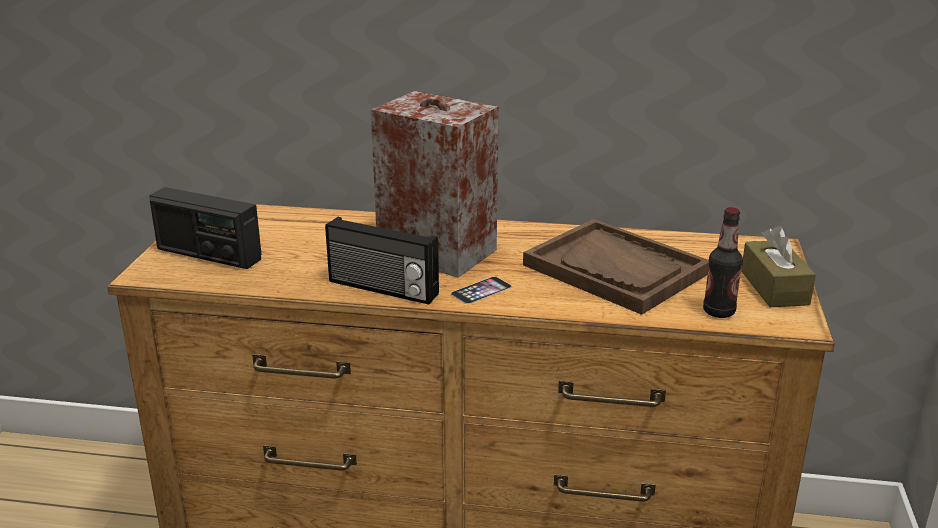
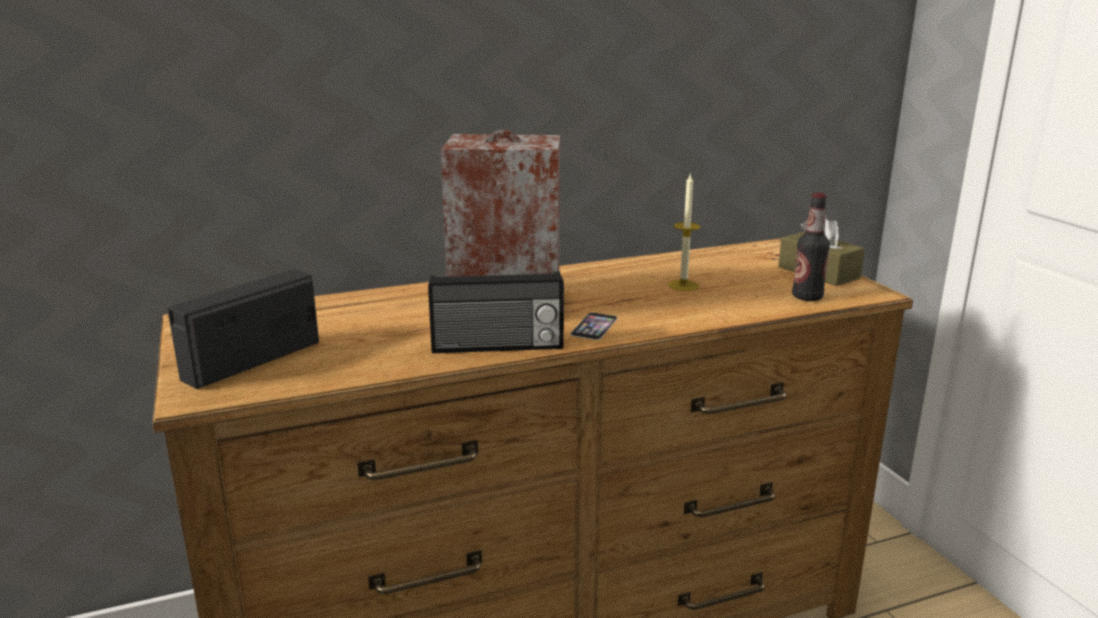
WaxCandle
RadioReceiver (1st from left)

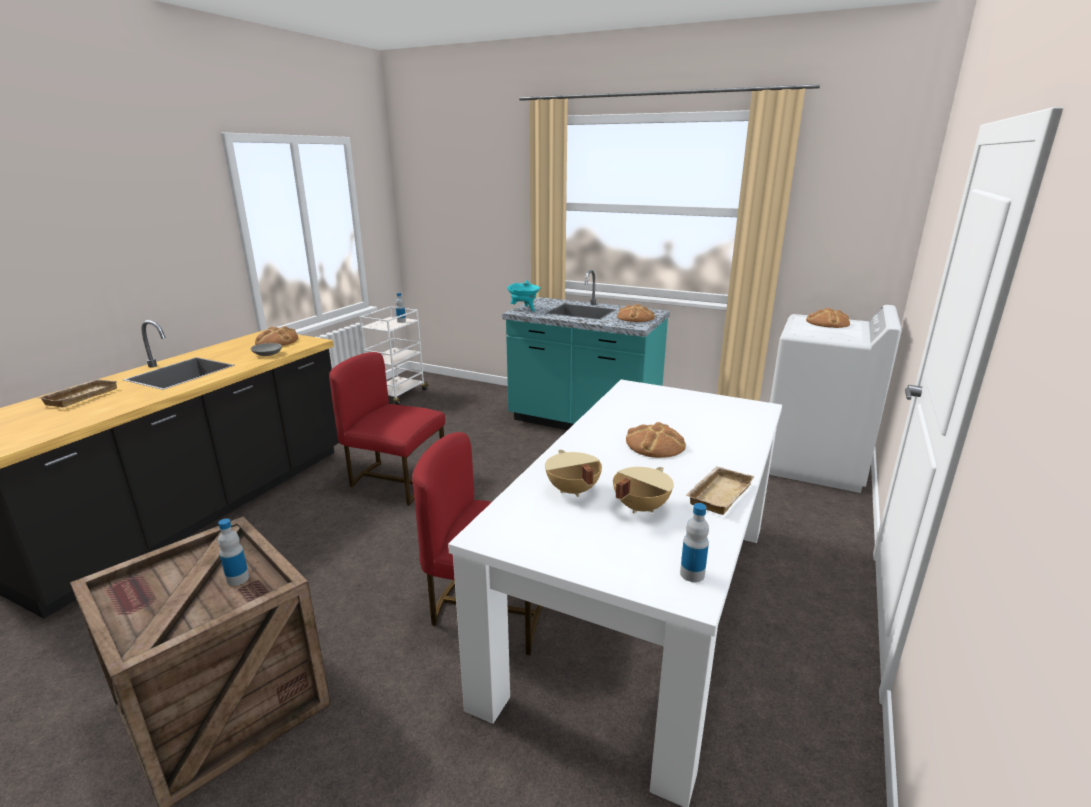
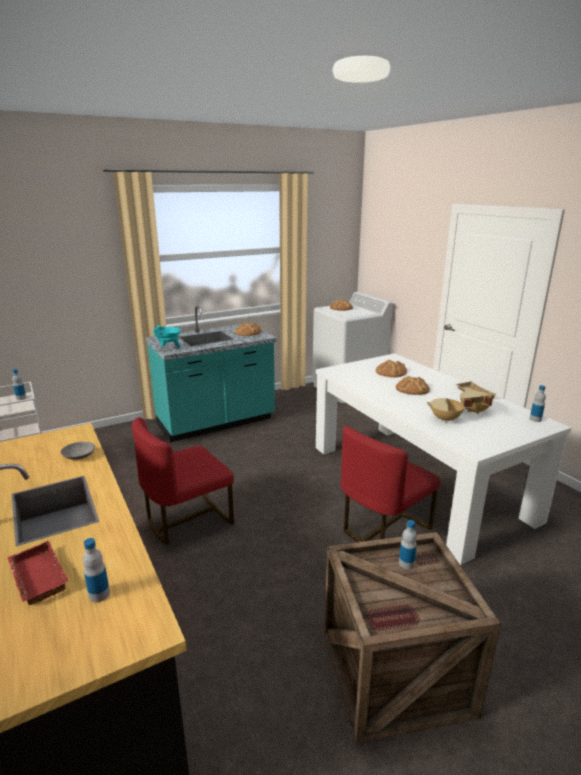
BeverageBottle (2nd from left)
Bread (3rd from left)
ReddishServingTray

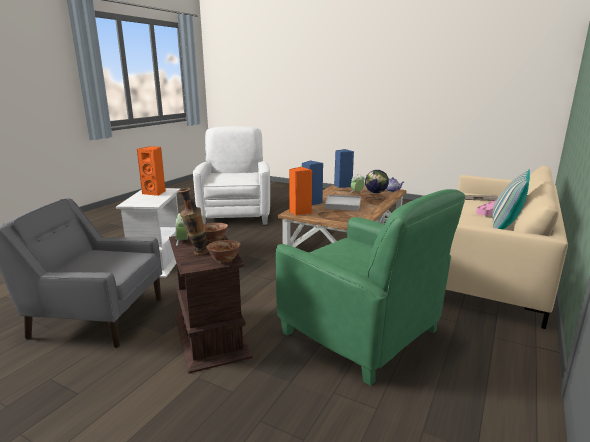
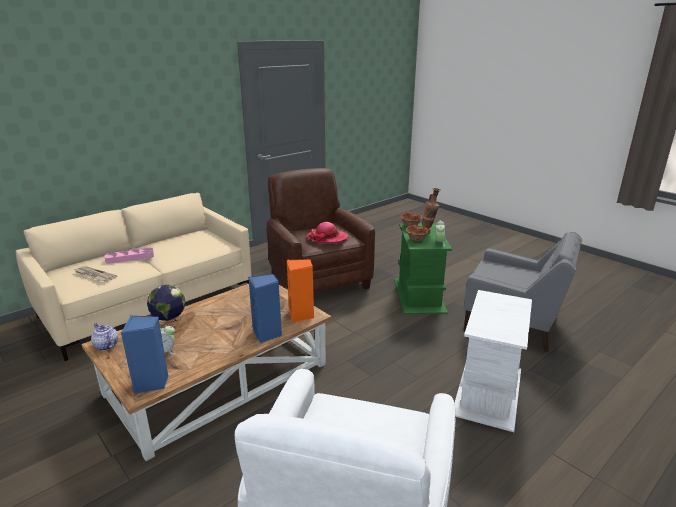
OrangeColouredLoudspeaker (1st from left in the first image)
WhiteServingTray
ThrowPillow
Hat
GreenSideTable
BrownishEasyChair

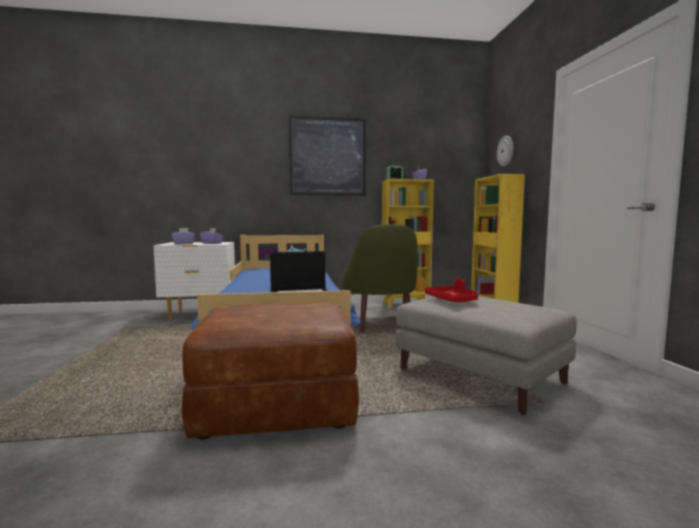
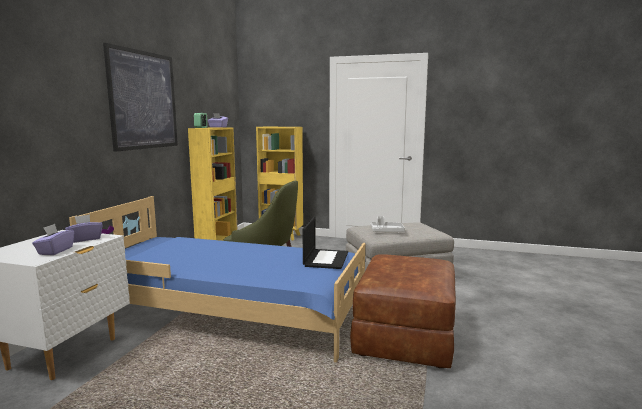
ClockOnTheWall
GreyishServingTray

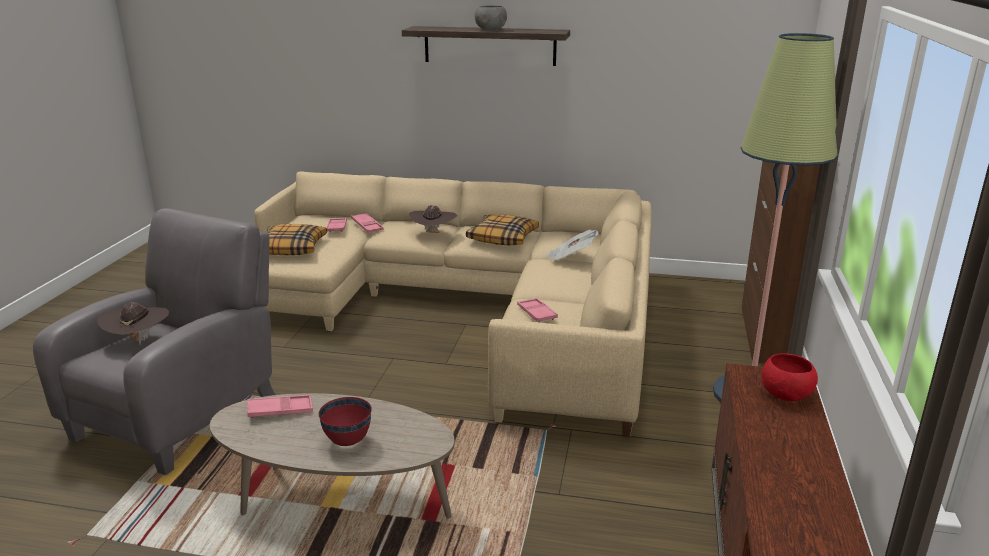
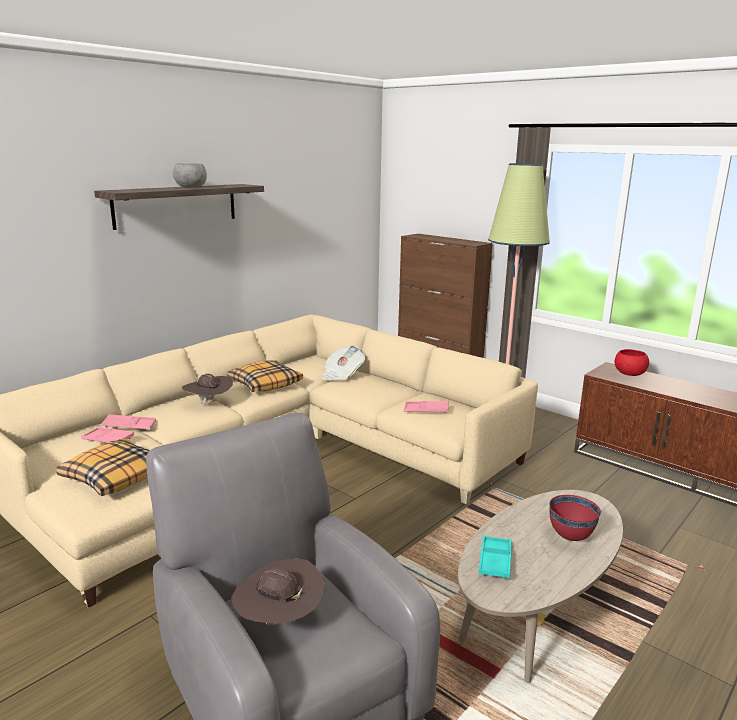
BlueGreenServingTray

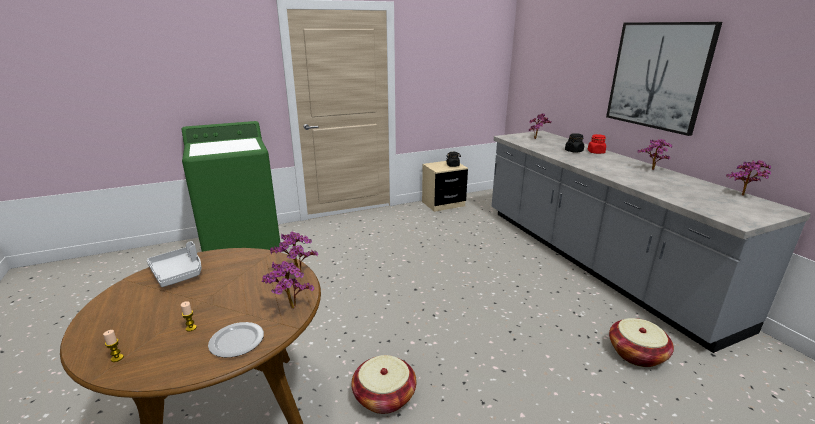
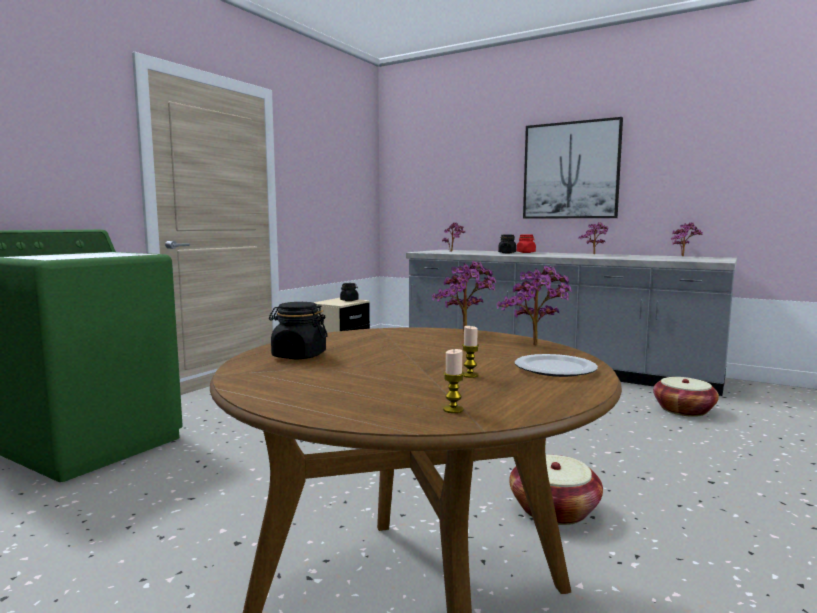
BlackishJar (1st from left)

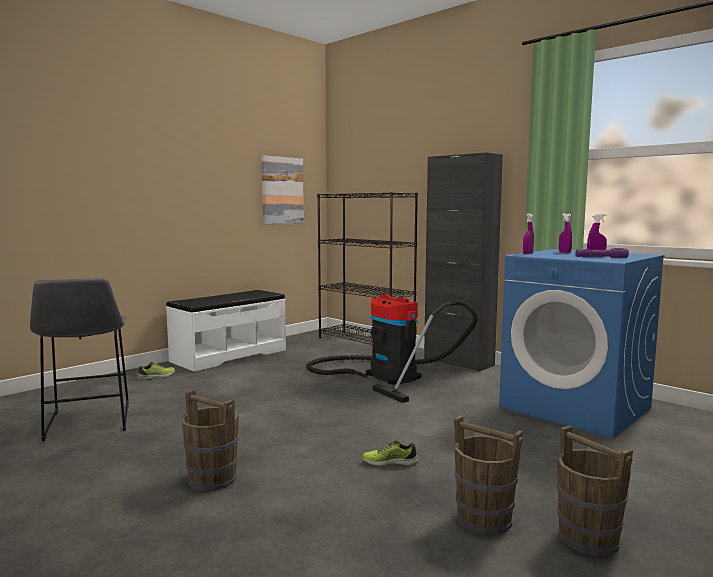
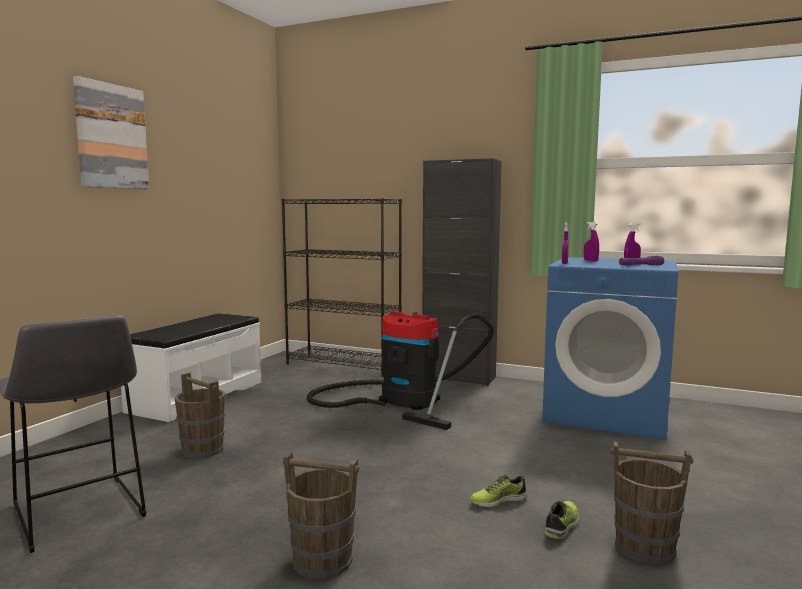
LowShoe (2nd from left)
WallArt
BrownishBucket (1st from left)

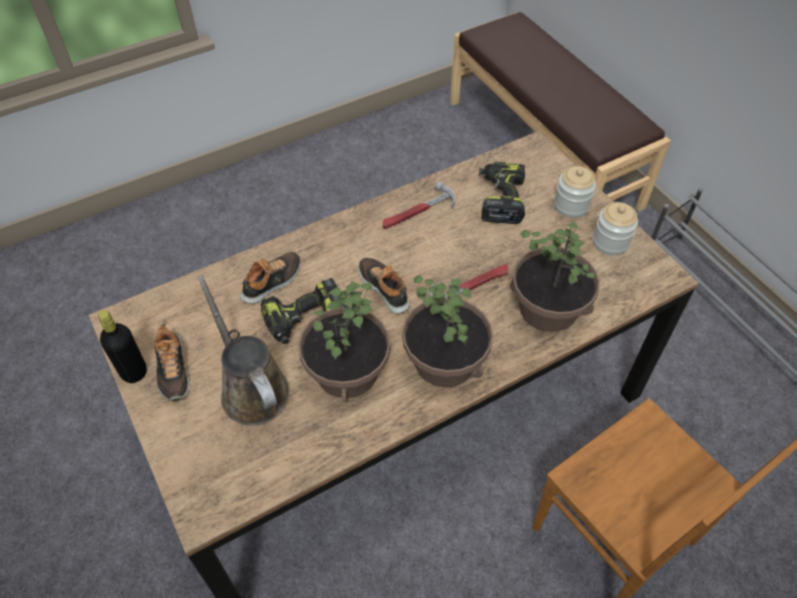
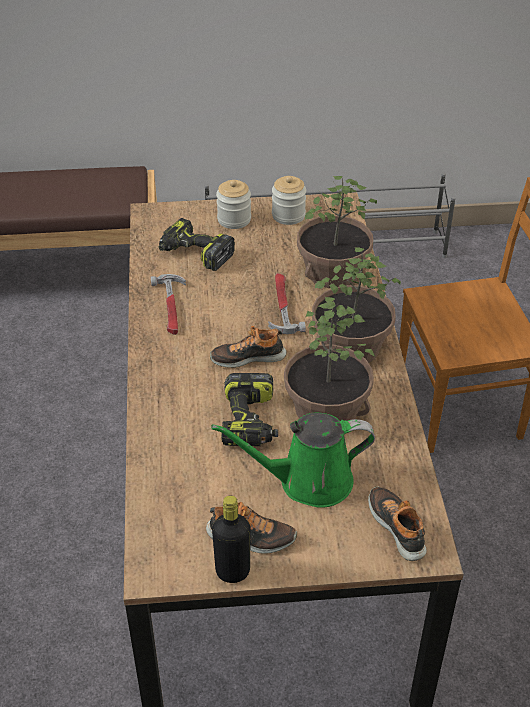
LowShoe (3rd from left)
GreenSprinklingCan

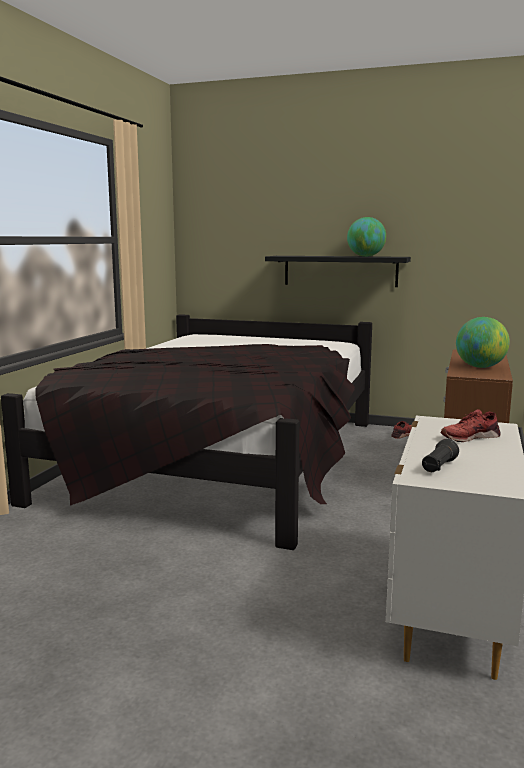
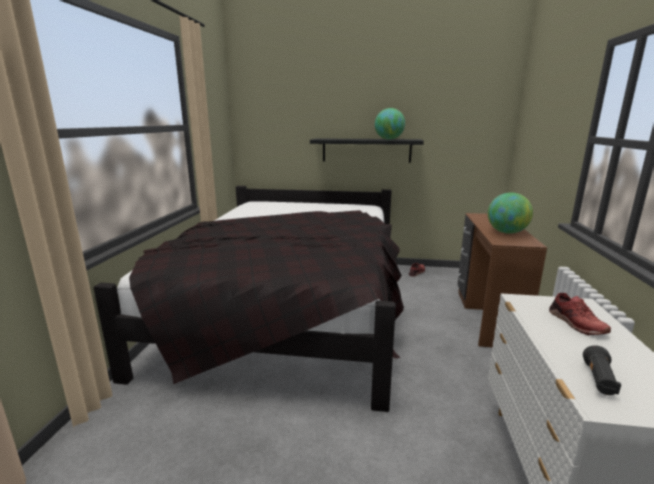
ReddishLowShoe (2nd from left)

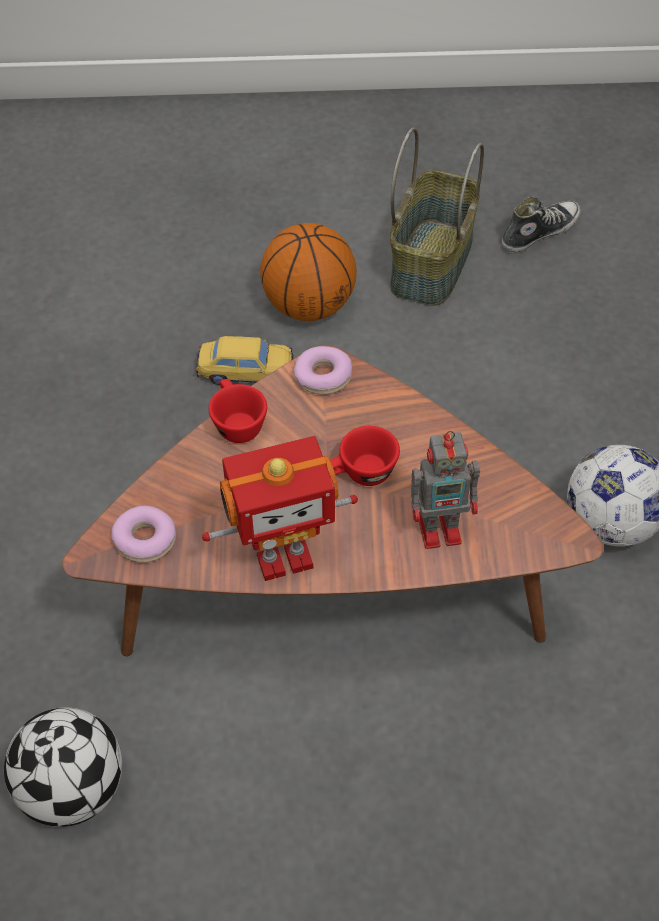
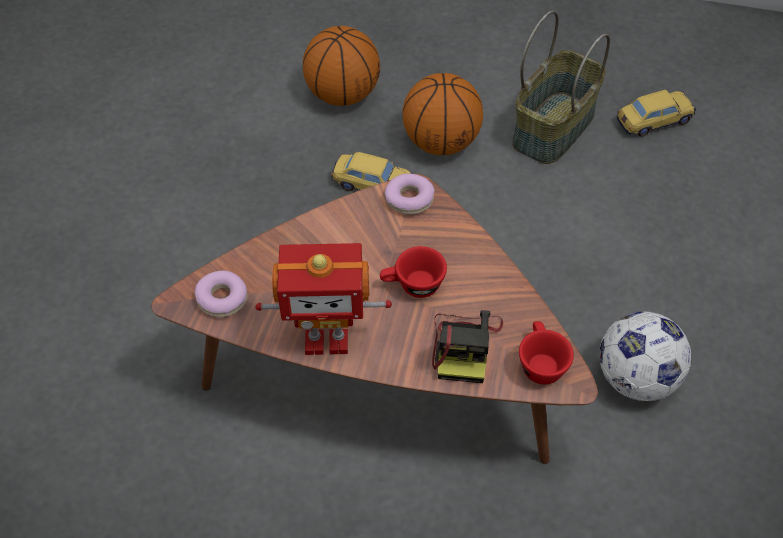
FootballBall (1st from left in the first image)
BasketballBall (1st from left)
ReddishCup (2nd from left)
StillCamera
ModelCar (2nd from left)

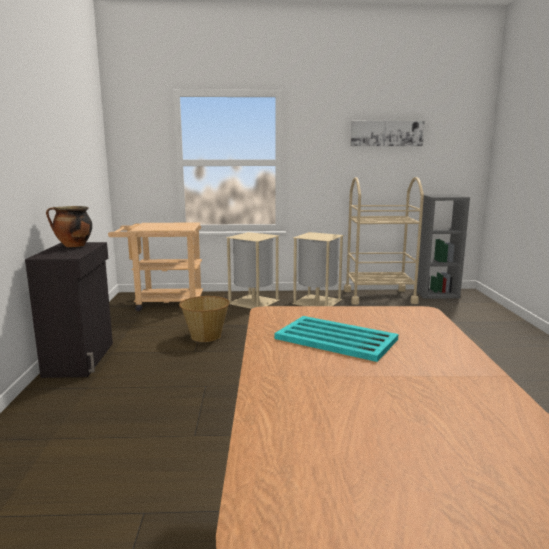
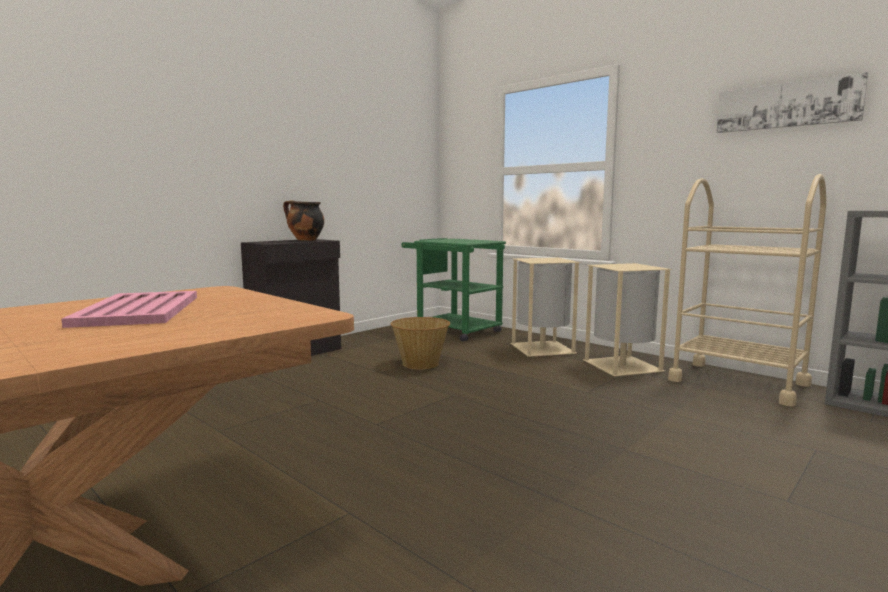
GreenCart
PinkColouredServingTray

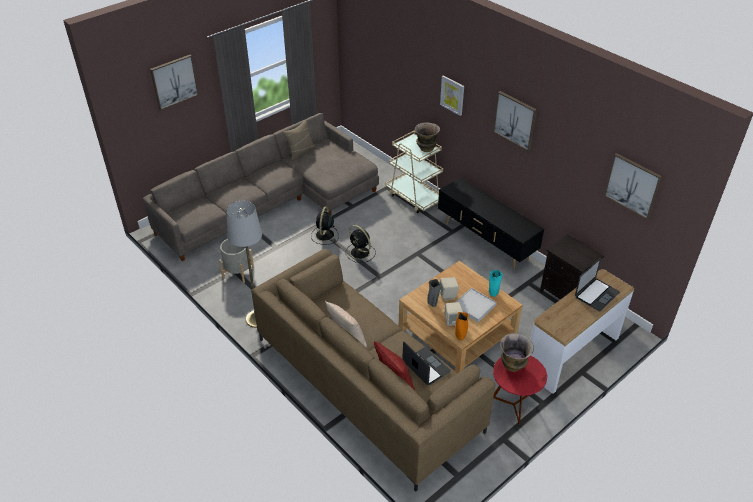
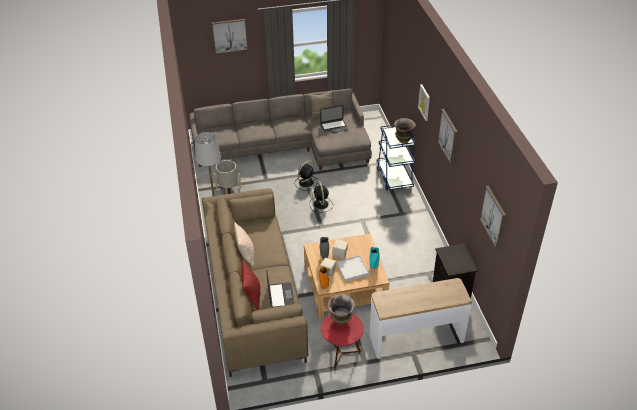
BlackishMediaConsole
NotebookComputer (2nd from left)
BluishCart

